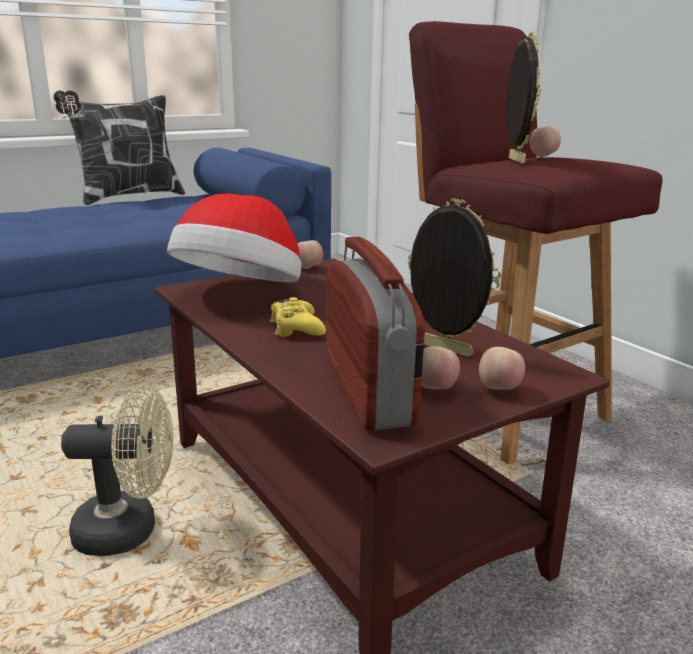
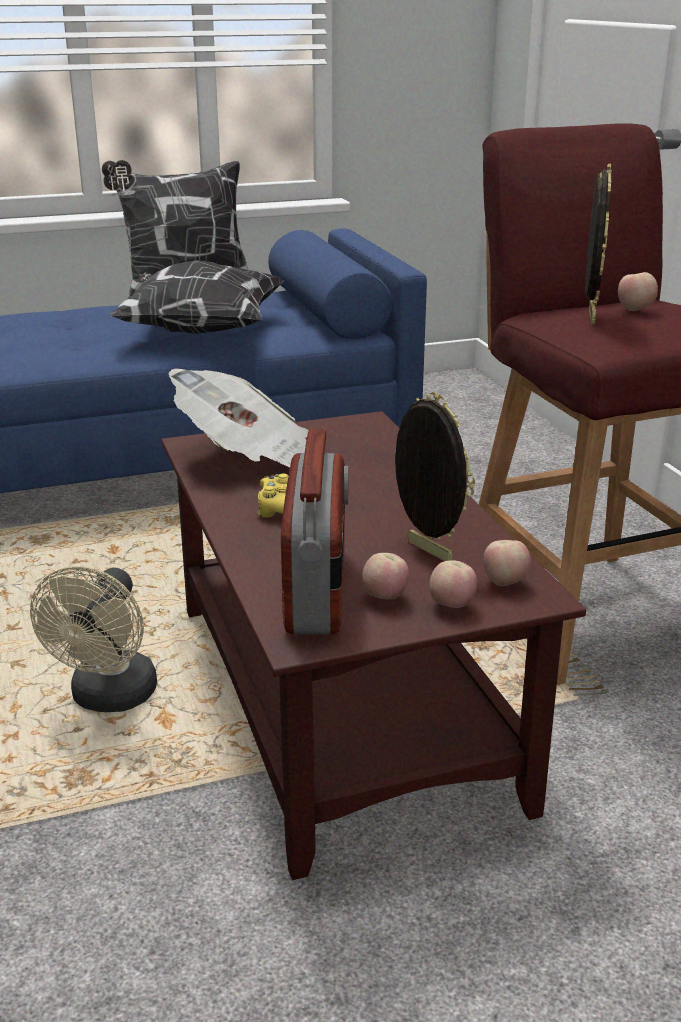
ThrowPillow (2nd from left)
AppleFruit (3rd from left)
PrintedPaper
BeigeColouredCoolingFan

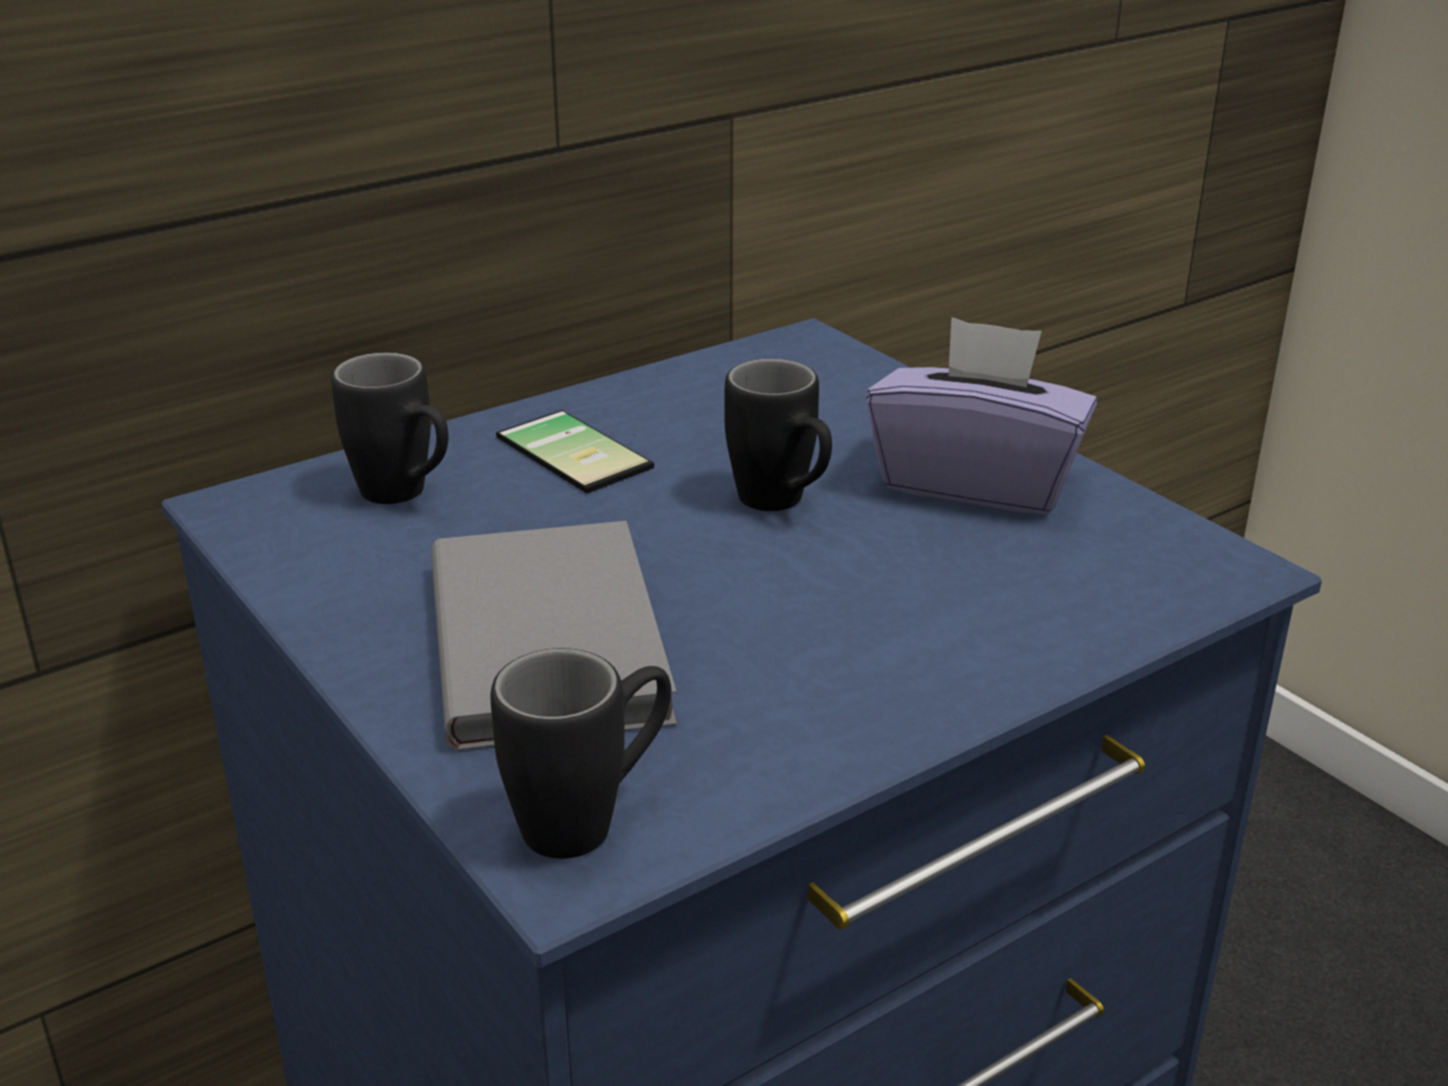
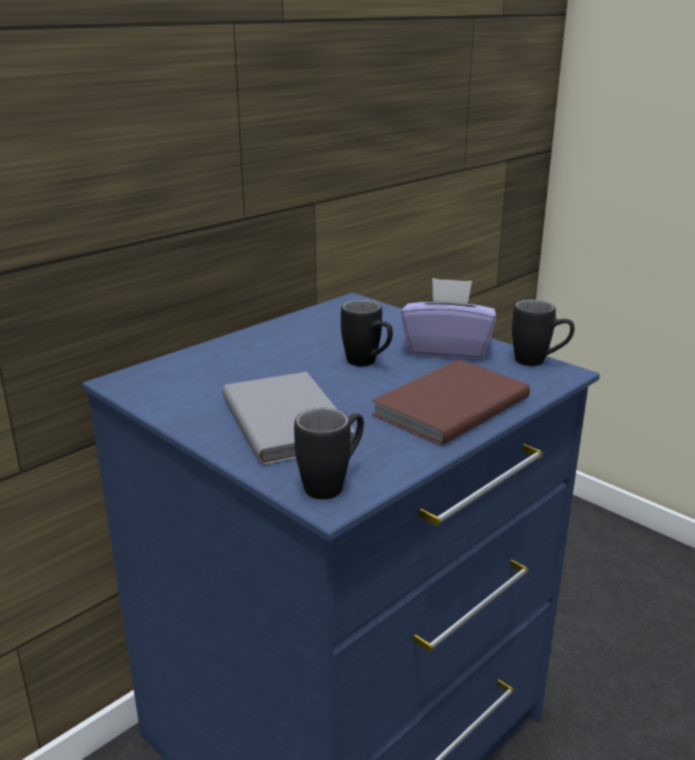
Handset
BrownishVolume
BlackishCoffeeMug (3rd from left)

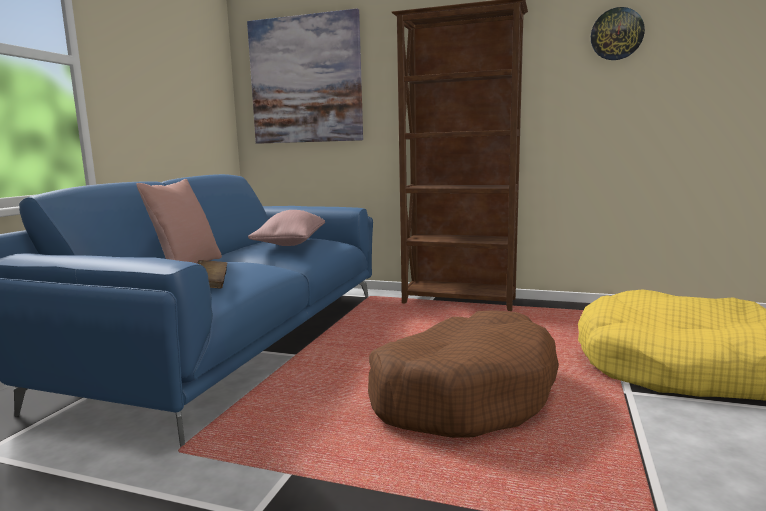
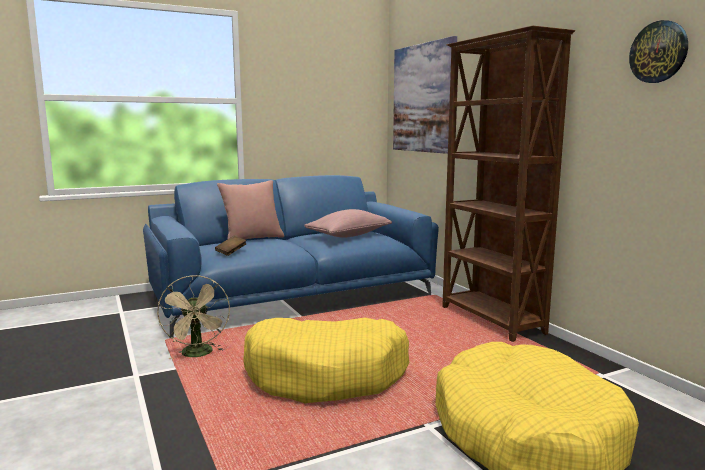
BeigeColouredCoolingFan
YellowColouredDogBed (1st from left)

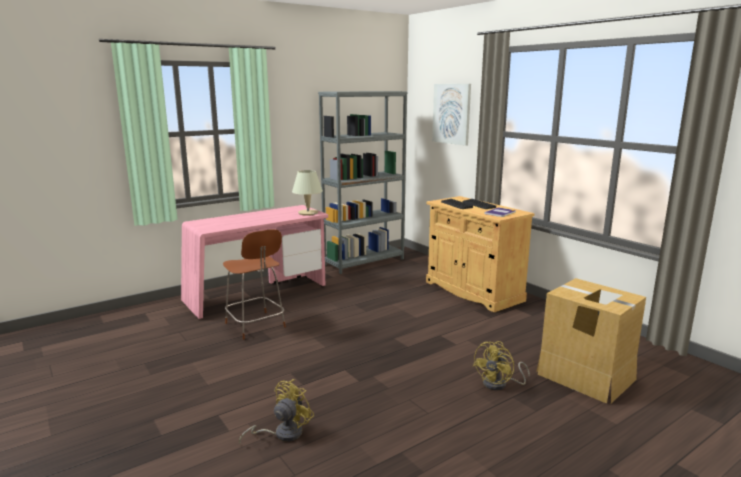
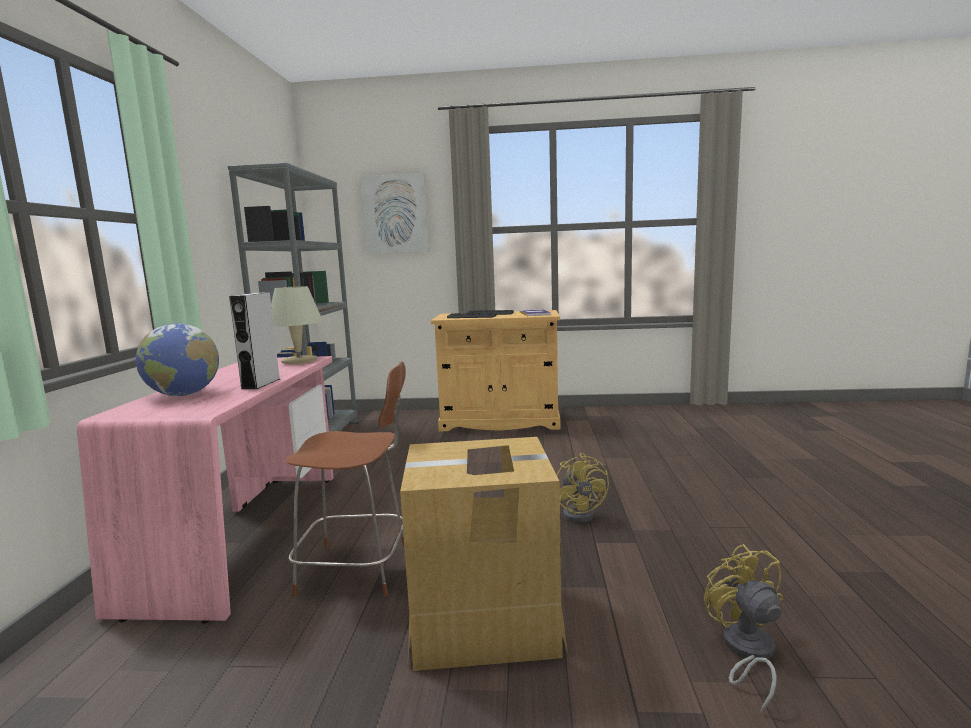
Globe
GreyishLoudspeaker
YellowColouredCoolingFan (1st from left)
Carton

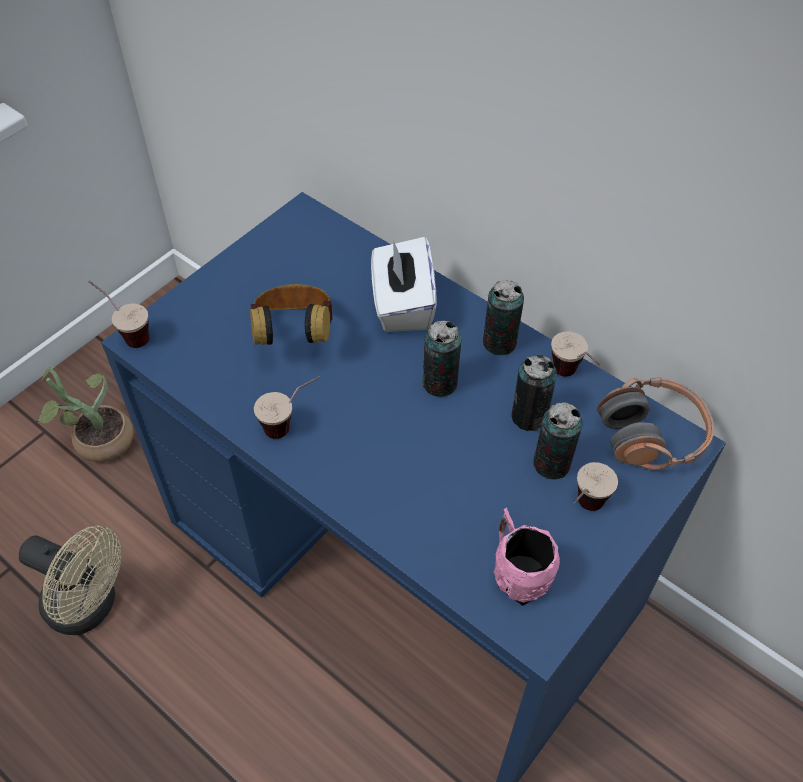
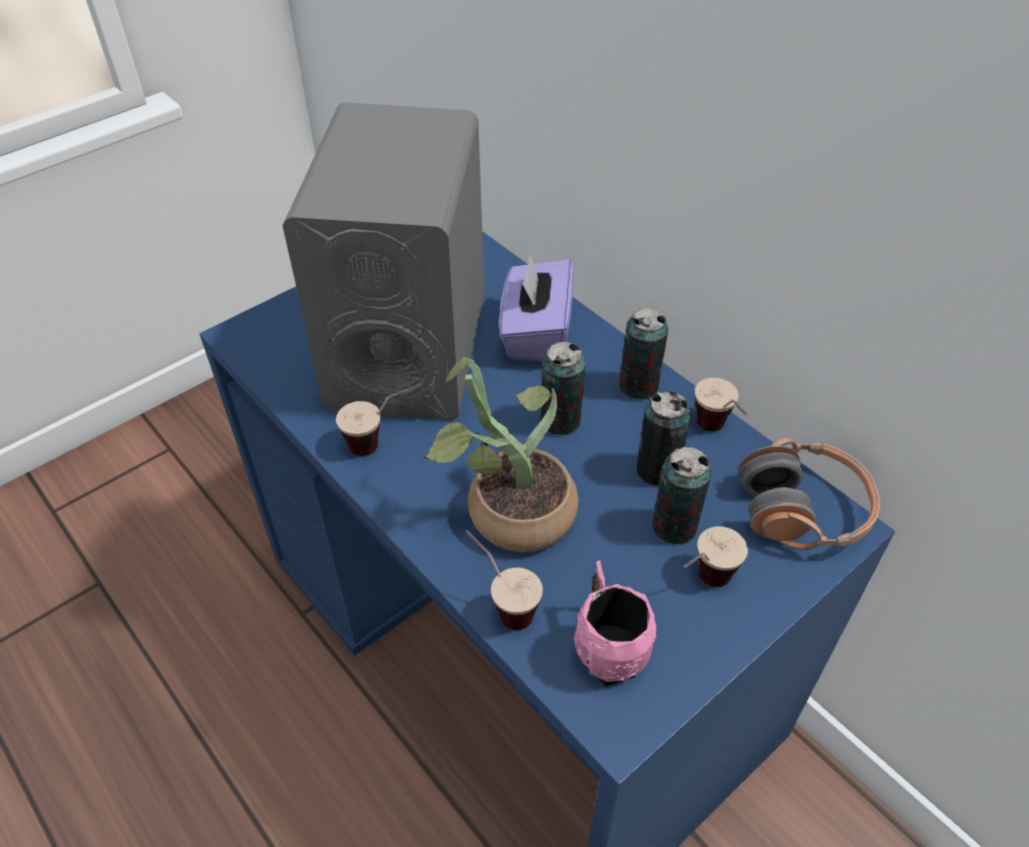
BeigeColouredCoolingFan
PottedPlant
Cup (2nd from left)
GreyishLoudspeaker
PurplishBoxOfTissues

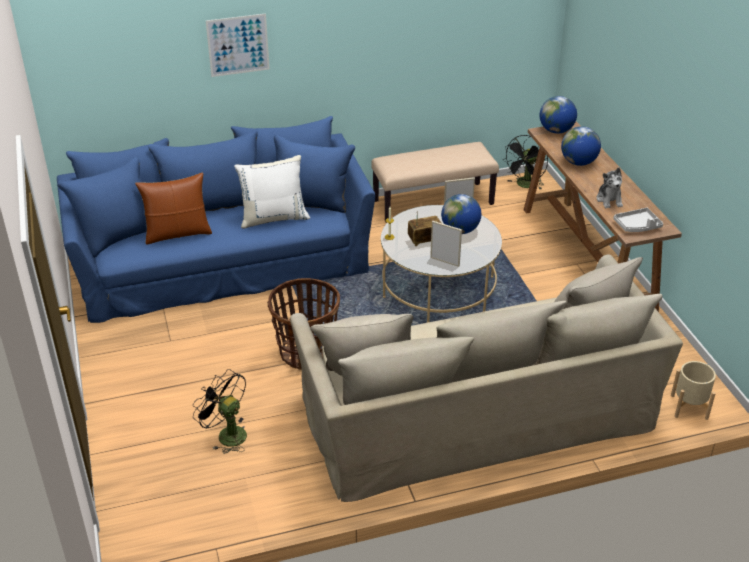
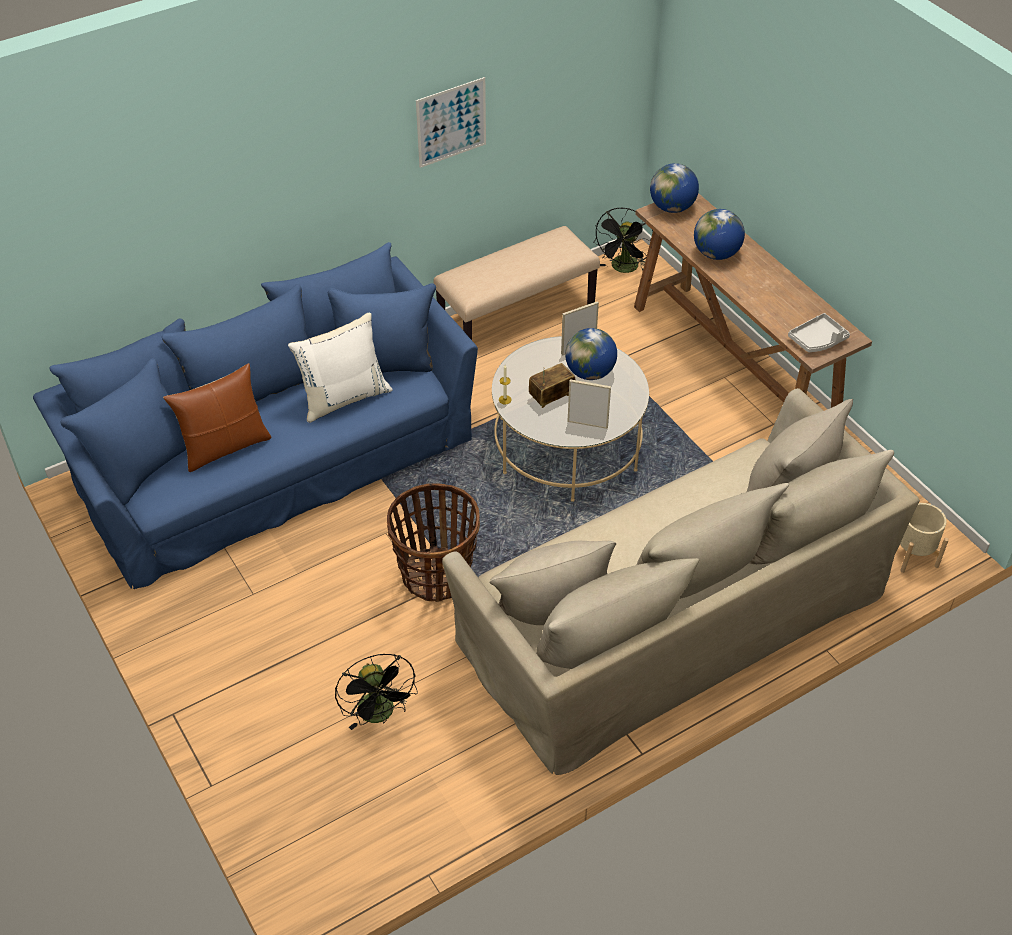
CuddlyToy
WallArt
BlackishCoolingFan (1st from left)

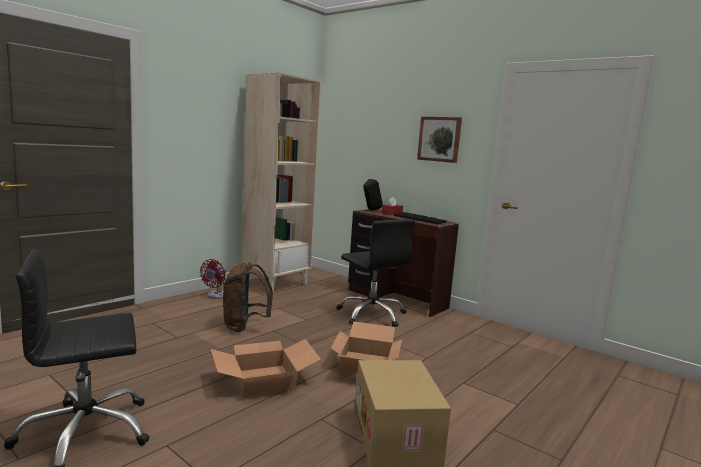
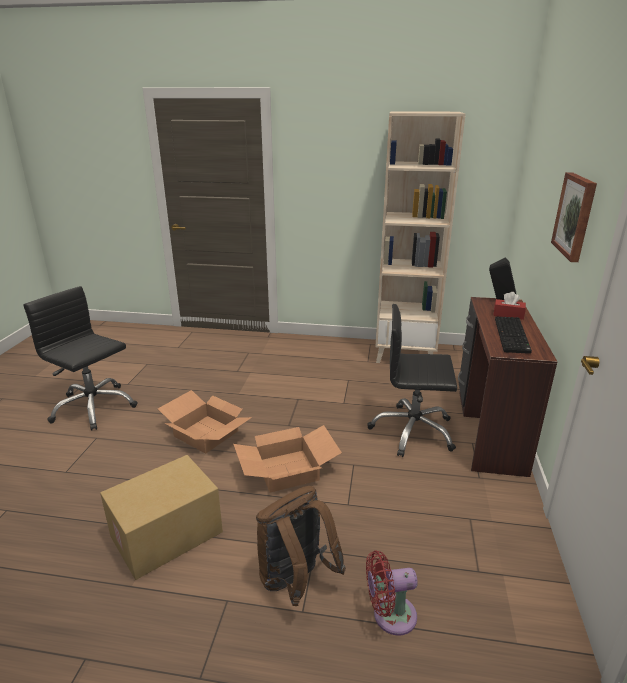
ReddishCoolingFan
BrownishBackpack
BlackishOfficeChair (2nd from left)

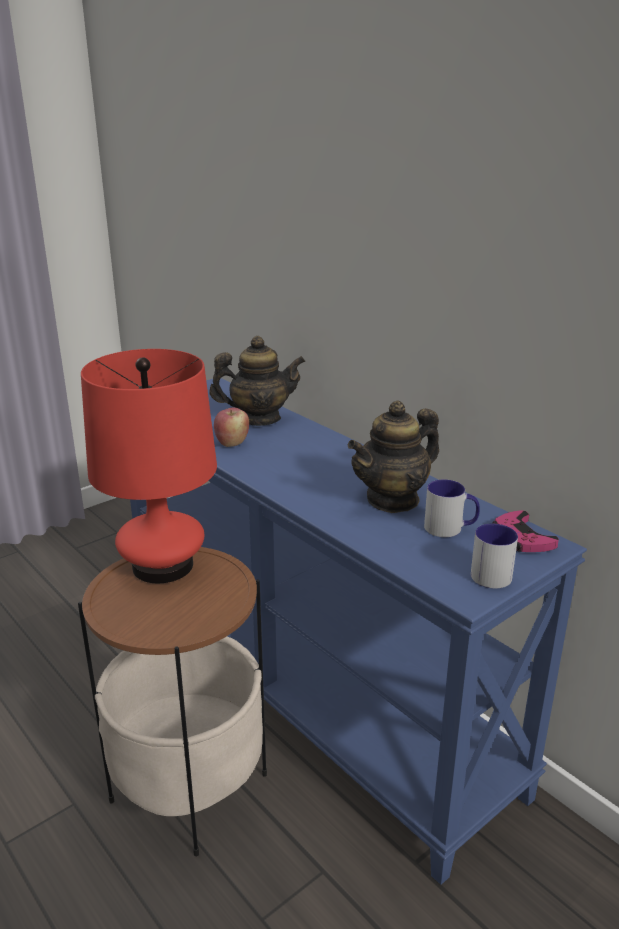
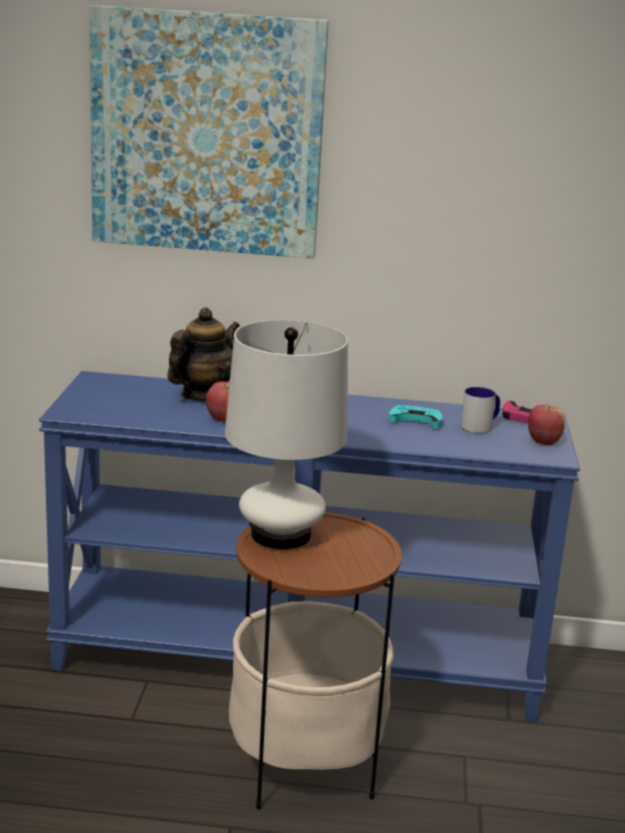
WallArt
BlueGreenGameController
AppleFruit (2nd from left)
WhiteTableLamp

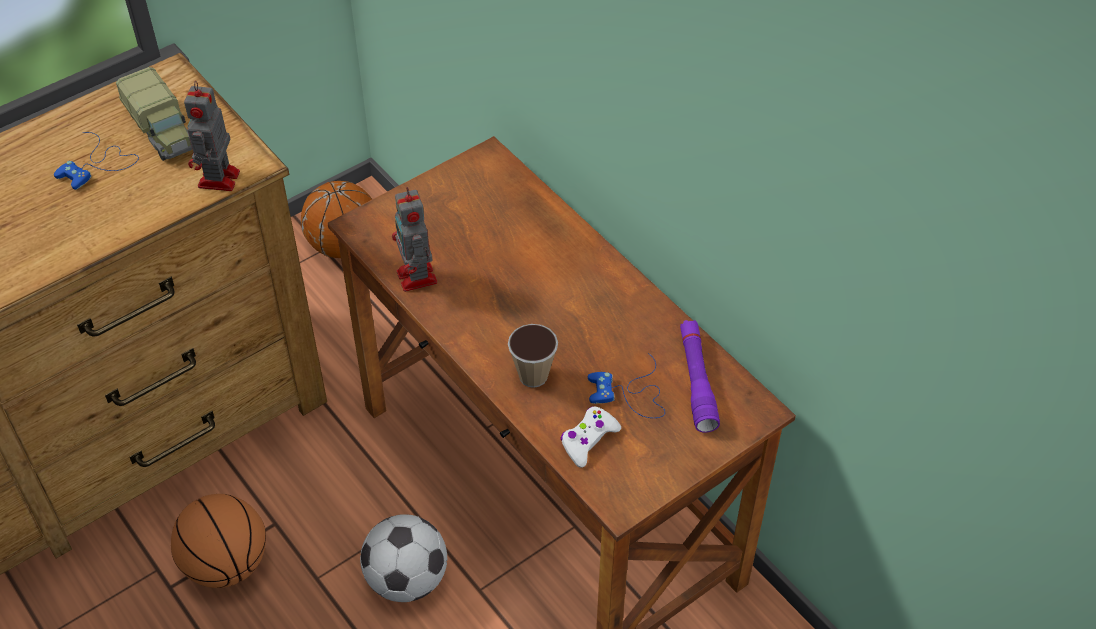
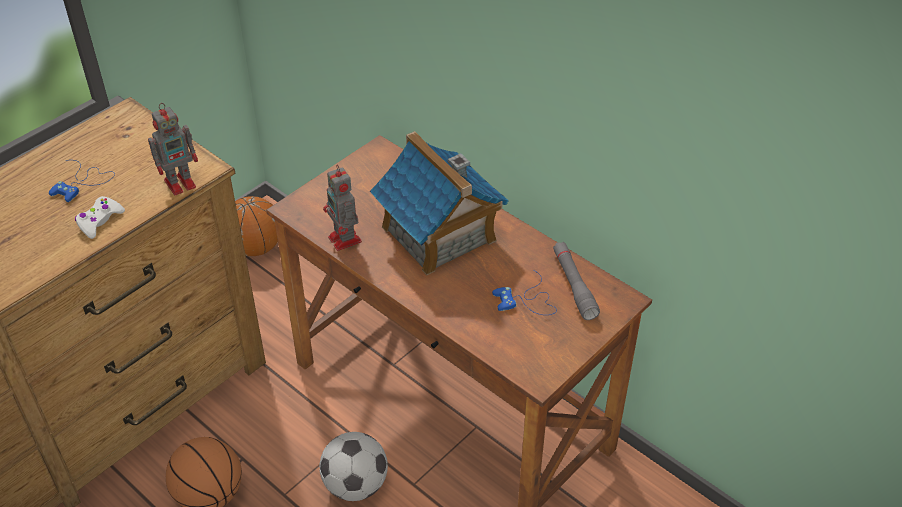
ModelTruck
Cup
MiniatureHouse
WhiteGameController
GreyishTorch
ModelRobot (1st from left)

